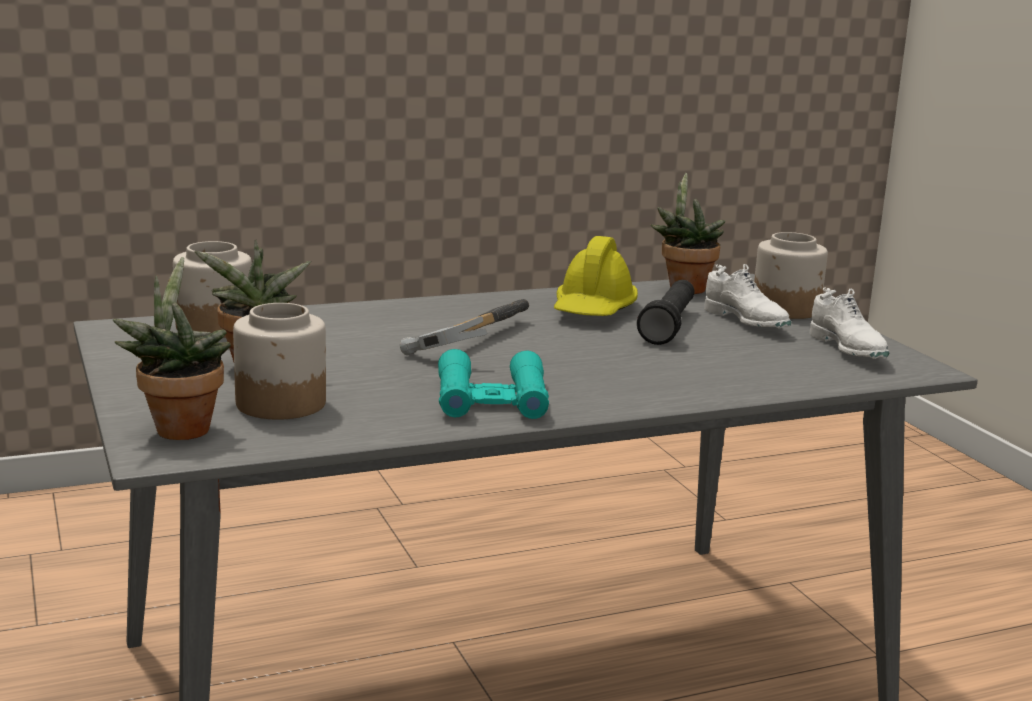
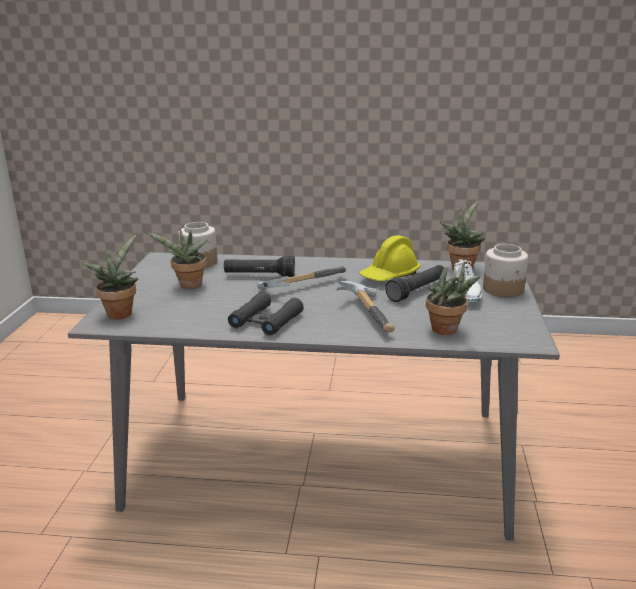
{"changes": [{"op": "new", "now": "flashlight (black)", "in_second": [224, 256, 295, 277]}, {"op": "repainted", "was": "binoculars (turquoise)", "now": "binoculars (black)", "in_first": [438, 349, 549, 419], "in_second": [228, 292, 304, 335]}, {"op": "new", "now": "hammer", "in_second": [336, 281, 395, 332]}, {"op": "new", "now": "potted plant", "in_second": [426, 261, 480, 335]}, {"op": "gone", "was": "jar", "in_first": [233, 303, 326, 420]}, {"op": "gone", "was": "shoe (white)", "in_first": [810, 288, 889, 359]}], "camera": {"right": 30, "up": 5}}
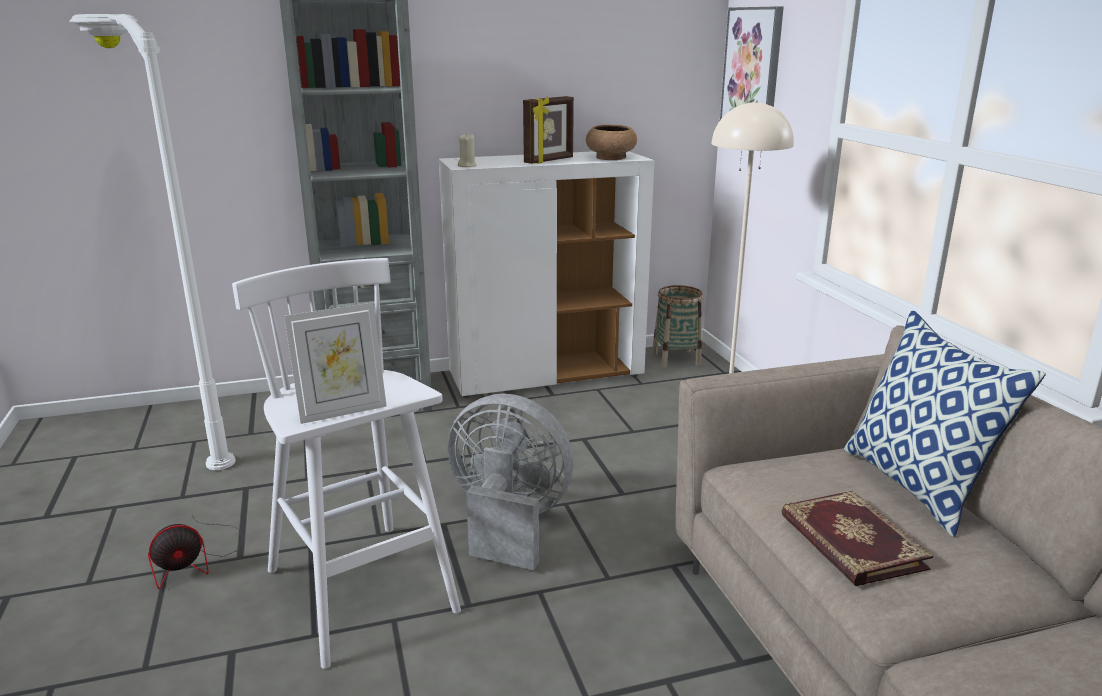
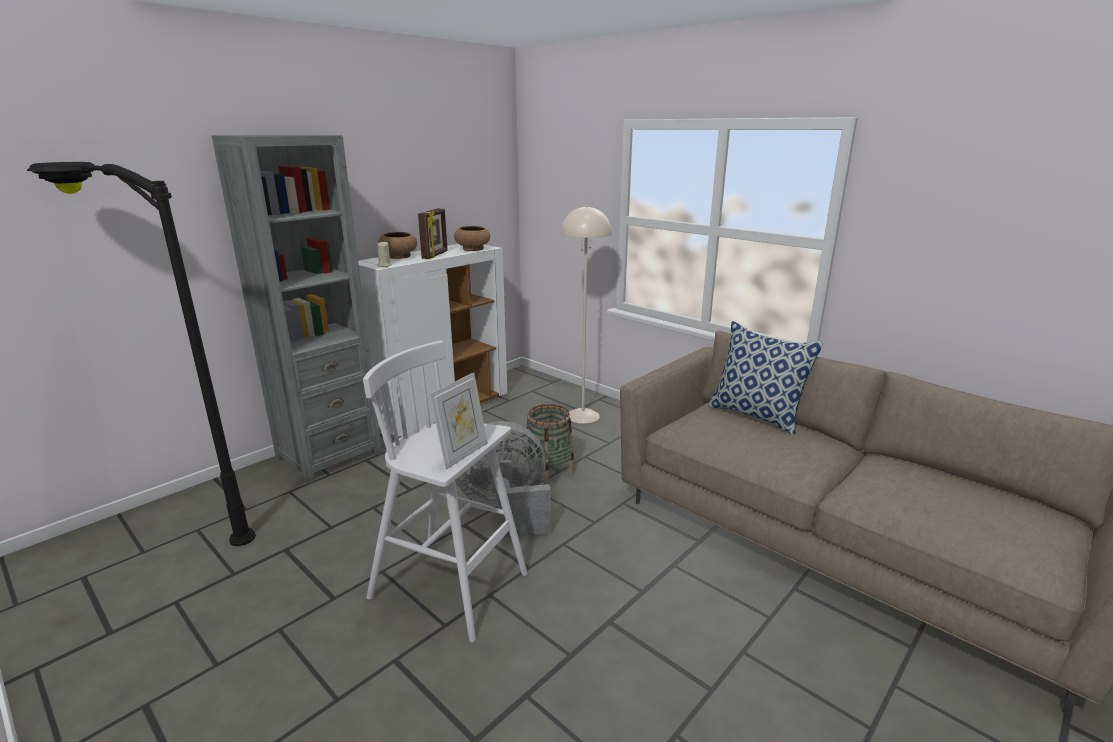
{"changes": [{"op": "repainted", "was": "floor lamp (white)", "now": "floor lamp (black)", "in_first": [69, 14, 236, 470], "in_second": [27, 162, 256, 546]}, {"op": "new", "now": "bowl (brown)", "in_second": [378, 232, 417, 259]}, {"op": "shifted", "was": "basket", "in_first": [652, 285, 703, 368], "in_second": [524, 404, 575, 485]}, {"op": "gone", "was": "fan", "in_first": [148, 515, 245, 589]}, {"op": "gone", "was": "picture", "in_first": [720, 6, 784, 120]}, {"op": "gone", "was": "book", "in_first": [781, 491, 933, 586]}], "camera": {"right": -30, "up": 0}}
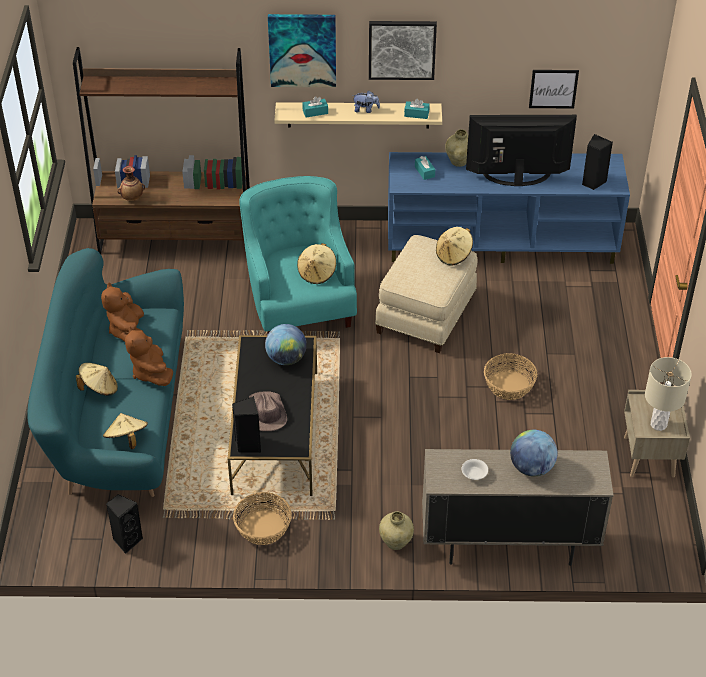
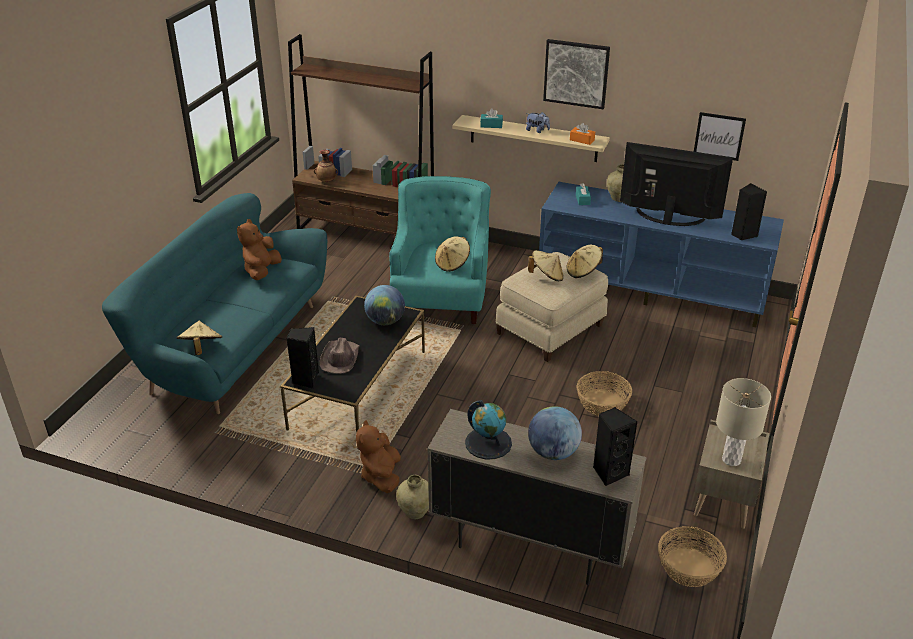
{"changes": [{"op": "shifted", "was": "plush toy (brown)", "in_first": [125, 327, 173, 386], "in_second": [356, 420, 401, 493]}, {"op": "swapped", "was": "bowl (white)", "now": "globe", "in_first": [462, 459, 488, 480], "in_second": [465, 400, 512, 460]}, {"op": "shifted", "was": "hat (beige)", "in_first": [76, 363, 118, 396], "in_second": [528, 250, 564, 281]}, {"op": "repainted", "was": "tissue box (turquoise)", "now": "tissue box (orange)", "in_first": [404, 98, 429, 119], "in_second": [570, 123, 595, 145]}, {"op": "shifted", "was": "speaker (black)", "in_first": [106, 494, 143, 554], "in_second": [593, 407, 638, 486]}, {"op": "shifted", "was": "basket", "in_first": [233, 492, 292, 545], "in_second": [658, 526, 727, 587]}, {"op": "gone", "was": "picture", "in_first": [268, 14, 336, 87]}], "camera": {"right": 20, "up": -10}}
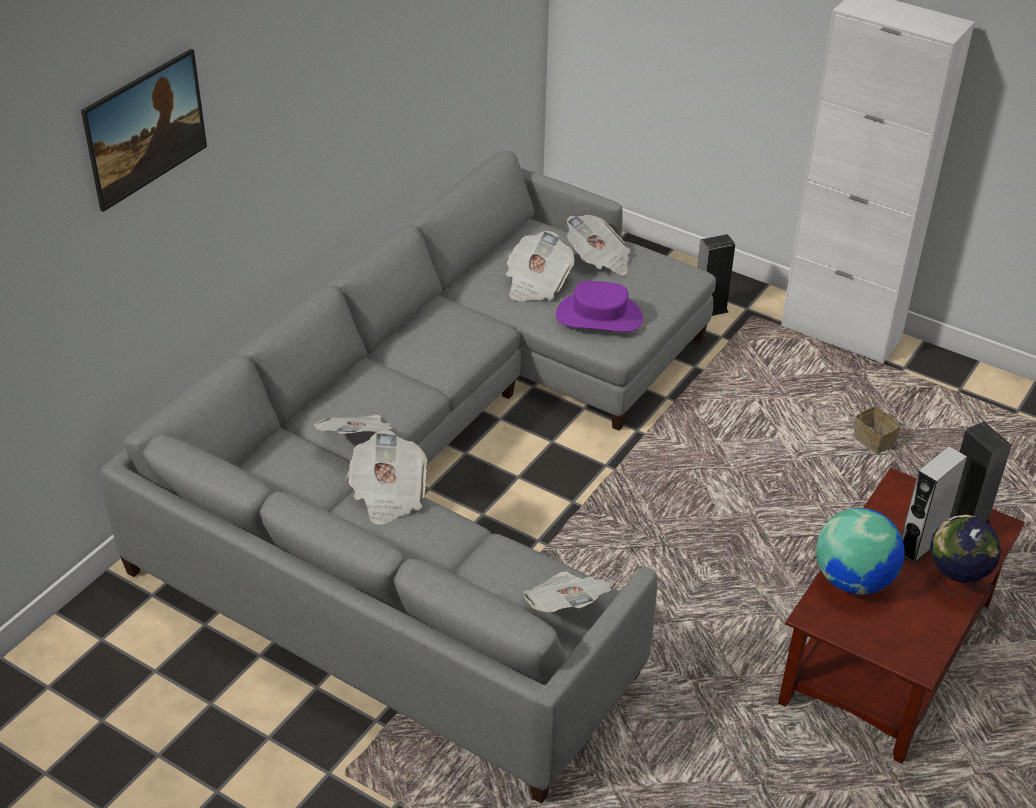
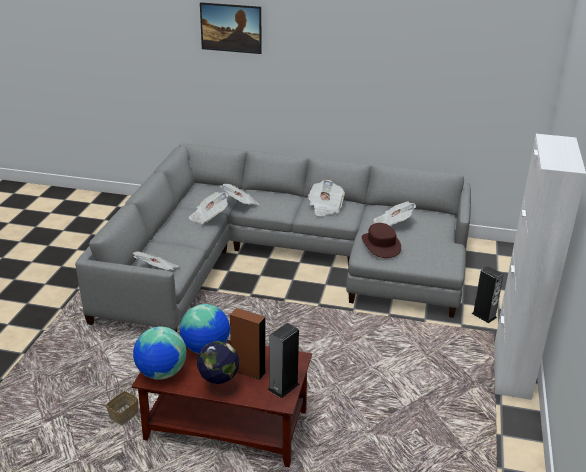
{"changes": [{"op": "shifted", "was": "basket", "in_first": [853, 382, 902, 454], "in_second": [106, 373, 138, 425]}, {"op": "new", "now": "globe", "in_second": [133, 326, 186, 380]}, {"op": "repainted", "was": "speaker (grey)", "now": "speaker (brown)", "in_first": [902, 446, 967, 563], "in_second": [230, 308, 266, 380]}, {"op": "shifted", "was": "newspaper", "in_first": [567, 215, 631, 276], "in_second": [308, 180, 345, 216]}, {"op": "repainted", "was": "hat (purple)", "now": "hat (brown)", "in_first": [556, 281, 643, 332], "in_second": [362, 223, 401, 258]}], "camera": {"right": 70, "up": -10}}
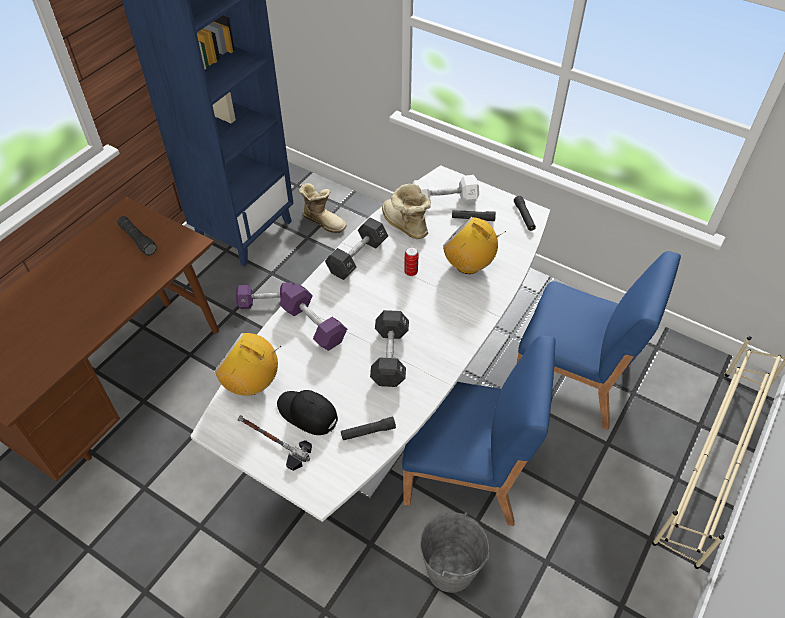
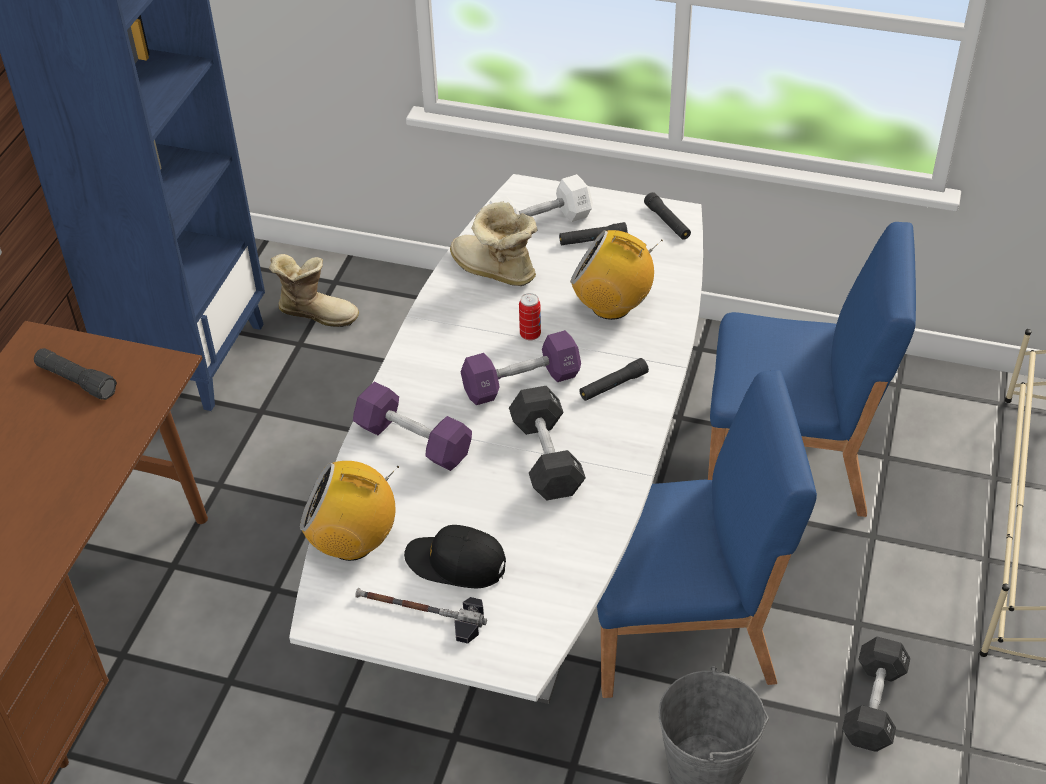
{"changes": [{"op": "shifted", "was": "dumbbell (purple)", "in_first": [236, 282, 294, 309], "in_second": [461, 330, 581, 405]}, {"op": "shifted", "was": "flashlight (black)", "in_first": [341, 417, 396, 440], "in_second": [579, 358, 649, 401]}, {"op": "shifted", "was": "dumbbell (black)", "in_first": [325, 218, 388, 280], "in_second": [842, 637, 910, 752]}], "camera": {"right": -15, "up": -5}}
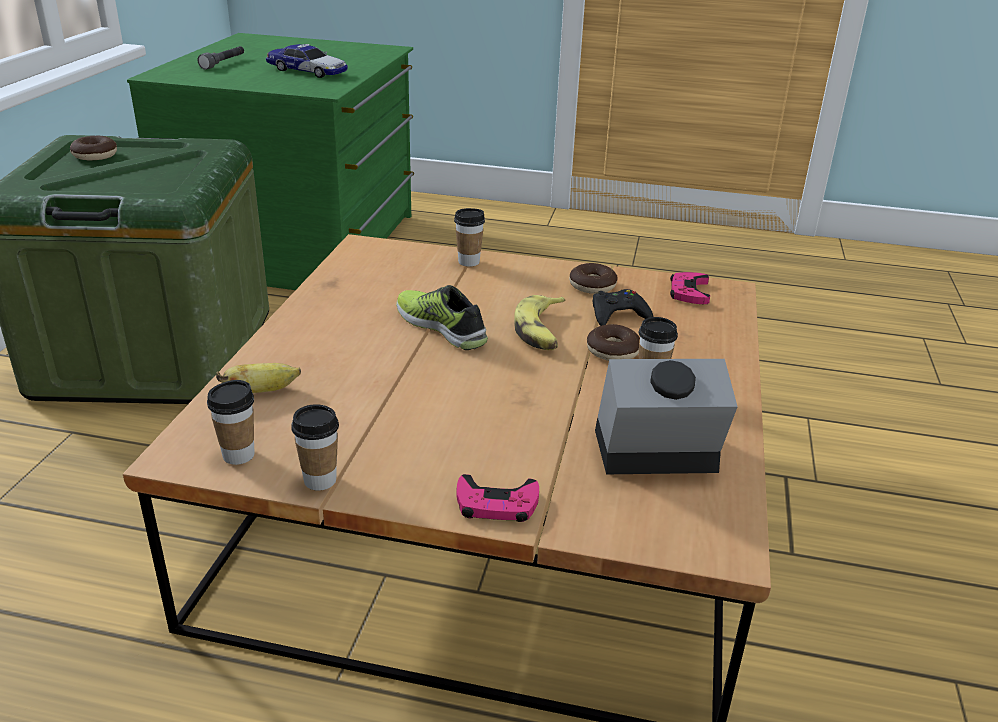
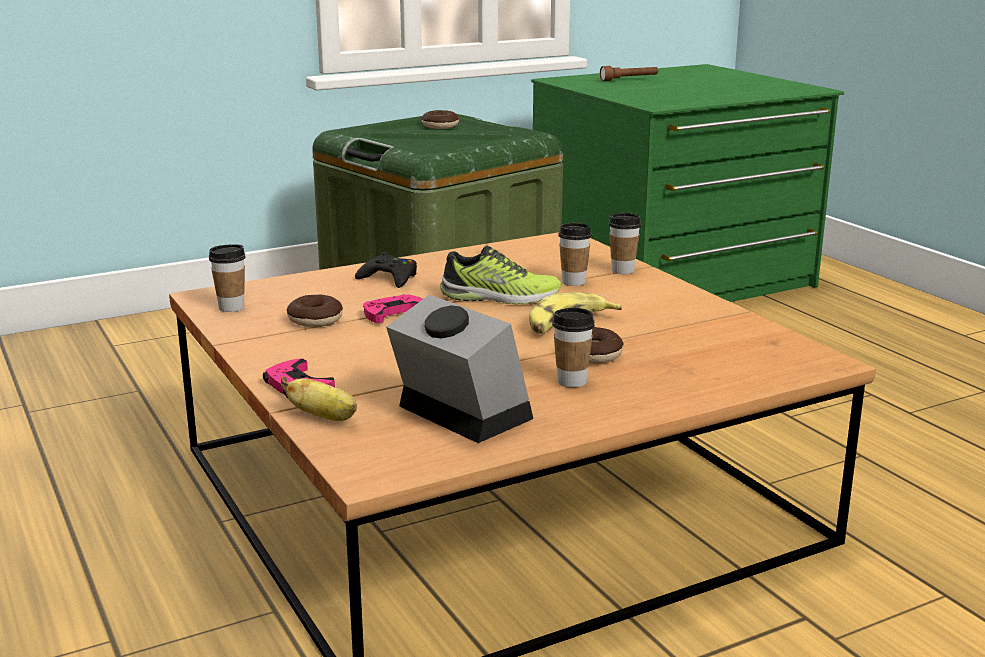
{"changes": [{"op": "shifted", "was": "banana", "in_first": [216, 363, 301, 393], "in_second": [281, 376, 357, 421]}, {"op": "shifted", "was": "donut", "in_first": [569, 263, 618, 294], "in_second": [287, 294, 343, 327]}, {"op": "shifted", "was": "game controller (black)", "in_first": [593, 289, 653, 326], "in_second": [355, 252, 417, 288]}, {"op": "shifted", "was": "game controller (pink)", "in_first": [670, 272, 710, 304], "in_second": [363, 294, 423, 323]}, {"op": "rotated", "was": "shoe", "in_first": [396, 285, 488, 350], "in_second": [440, 246, 561, 304], "clockwise": 90}, {"op": "shifted", "was": "cup", "in_first": [291, 404, 339, 491], "in_second": [558, 223, 592, 286]}, {"op": "repainted", "was": "flashlight (grey)", "now": "flashlight (brown)", "in_first": [198, 46, 244, 70], "in_second": [600, 66, 658, 81]}, {"op": "gone", "was": "toy car", "in_first": [266, 44, 348, 78]}], "camera": {"right": 50, "up": -10}}
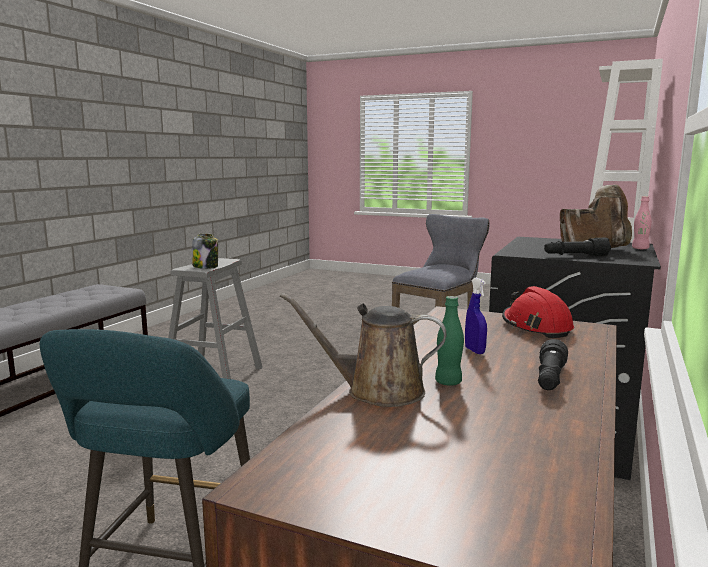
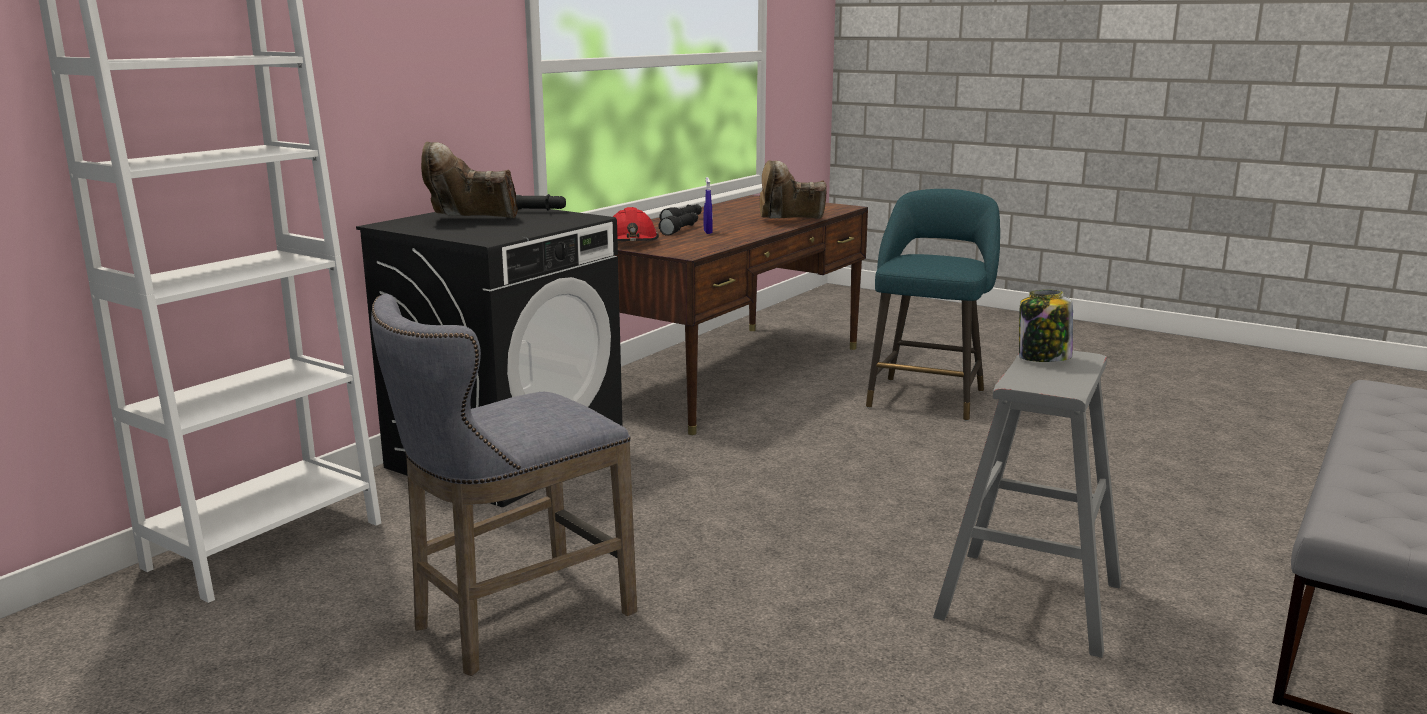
{"changes": [{"op": "new", "now": "flashlight (black)", "in_second": [658, 212, 698, 236]}, {"op": "swapped", "was": "watering can (brown)", "now": "boot (brown)", "in_first": [280, 293, 447, 407], "in_second": [760, 160, 827, 219]}, {"op": "gone", "was": "bottle (green)", "in_first": [435, 296, 464, 386]}, {"op": "gone", "was": "bottle (pink)", "in_first": [632, 196, 652, 249]}], "camera": {"right": -170, "up": 5}}
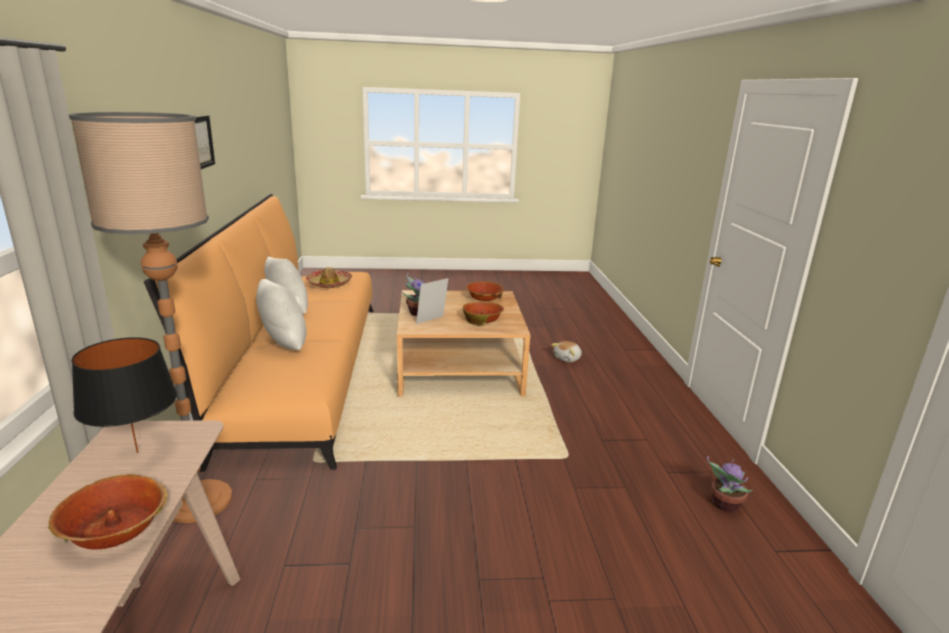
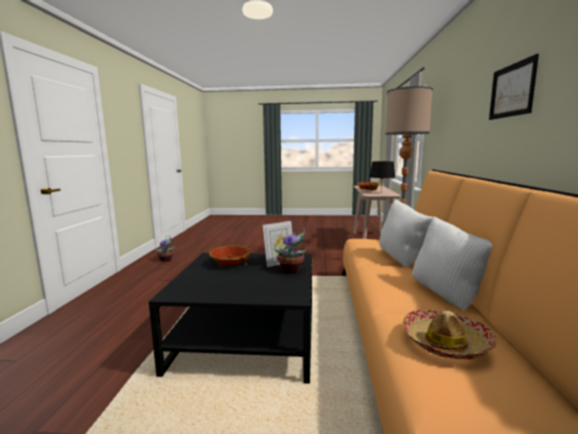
{"changes": [{"op": "repainted", "was": "coffee table (beige)", "now": "coffee table (black)", "in_first": [397, 290, 531, 397], "in_second": [149, 253, 312, 384]}, {"op": "gone", "was": "bowl", "in_first": [466, 281, 504, 301]}, {"op": "gone", "was": "plush toy", "in_first": [551, 341, 582, 362]}], "camera": {"right": -170, "up": -10}}
